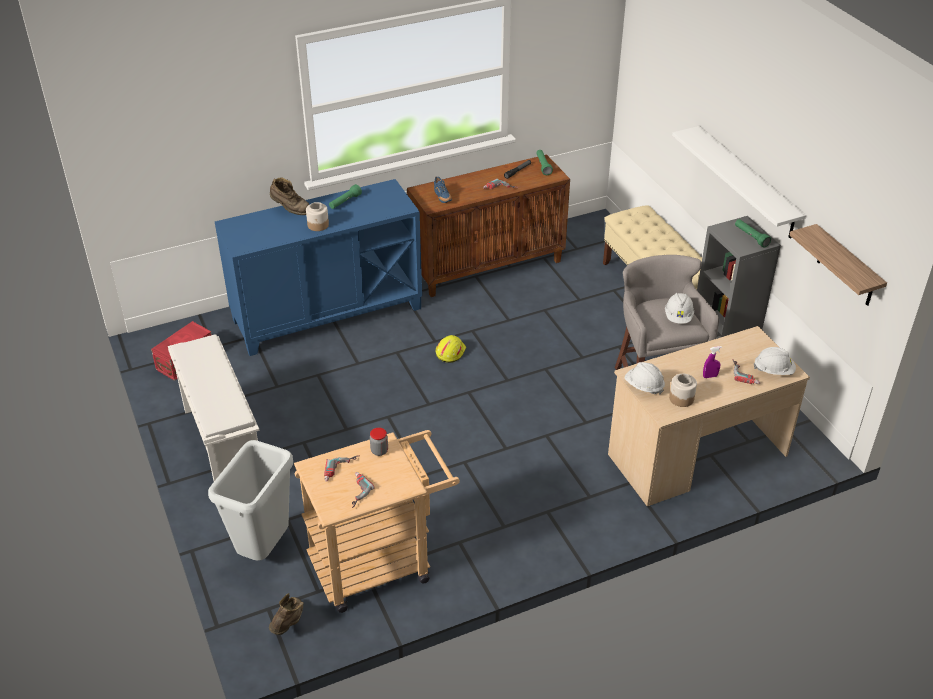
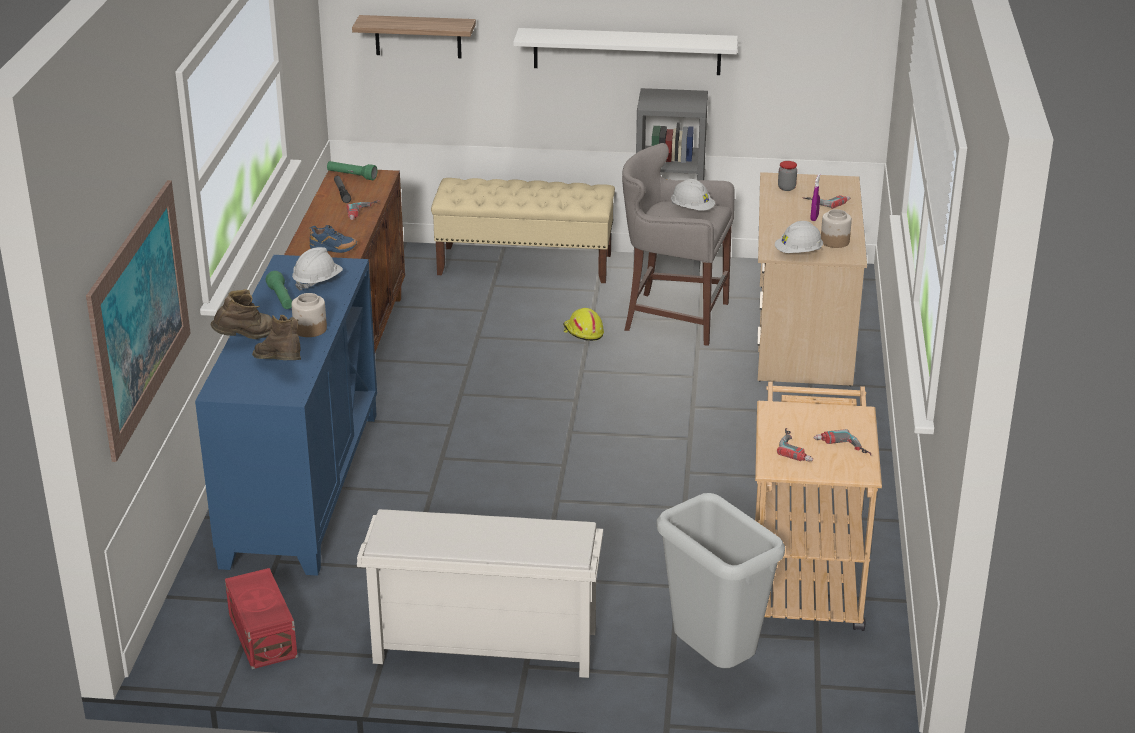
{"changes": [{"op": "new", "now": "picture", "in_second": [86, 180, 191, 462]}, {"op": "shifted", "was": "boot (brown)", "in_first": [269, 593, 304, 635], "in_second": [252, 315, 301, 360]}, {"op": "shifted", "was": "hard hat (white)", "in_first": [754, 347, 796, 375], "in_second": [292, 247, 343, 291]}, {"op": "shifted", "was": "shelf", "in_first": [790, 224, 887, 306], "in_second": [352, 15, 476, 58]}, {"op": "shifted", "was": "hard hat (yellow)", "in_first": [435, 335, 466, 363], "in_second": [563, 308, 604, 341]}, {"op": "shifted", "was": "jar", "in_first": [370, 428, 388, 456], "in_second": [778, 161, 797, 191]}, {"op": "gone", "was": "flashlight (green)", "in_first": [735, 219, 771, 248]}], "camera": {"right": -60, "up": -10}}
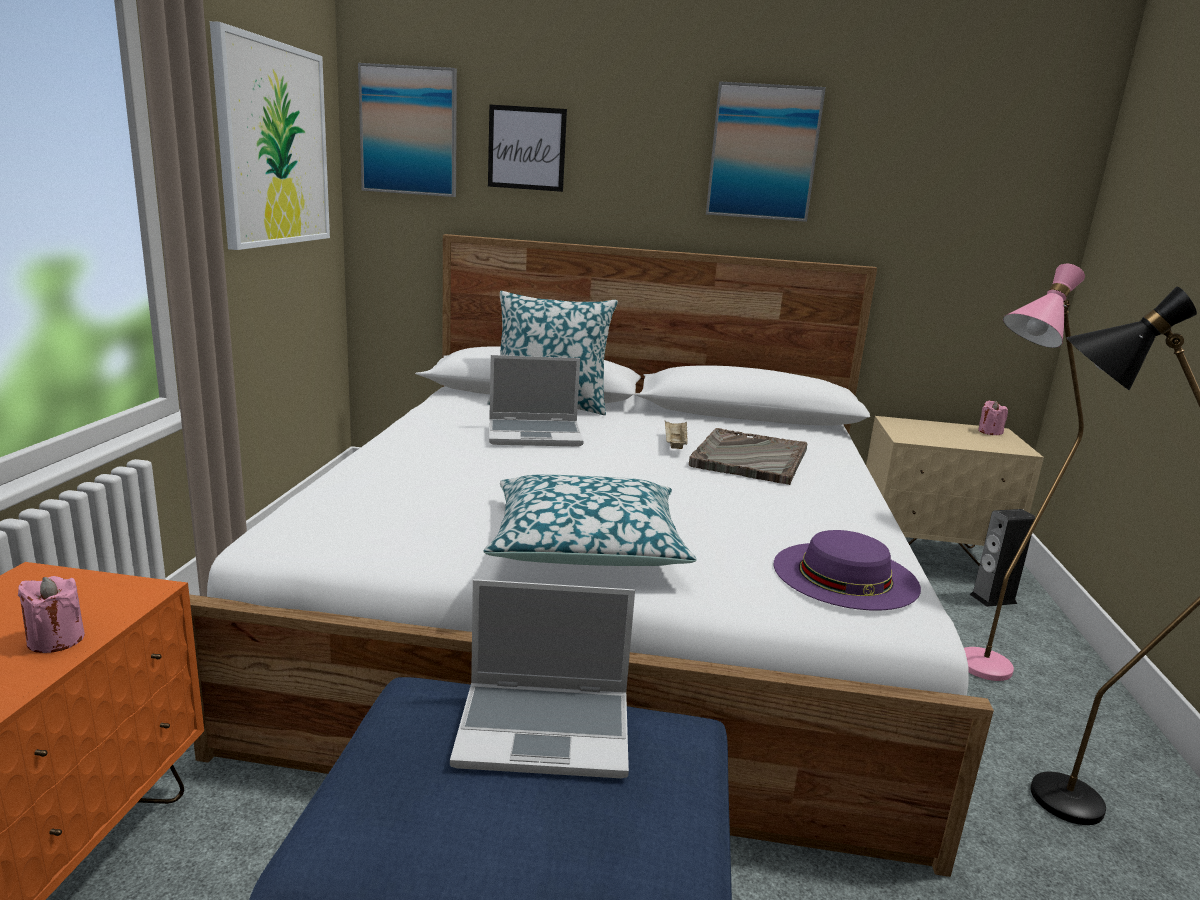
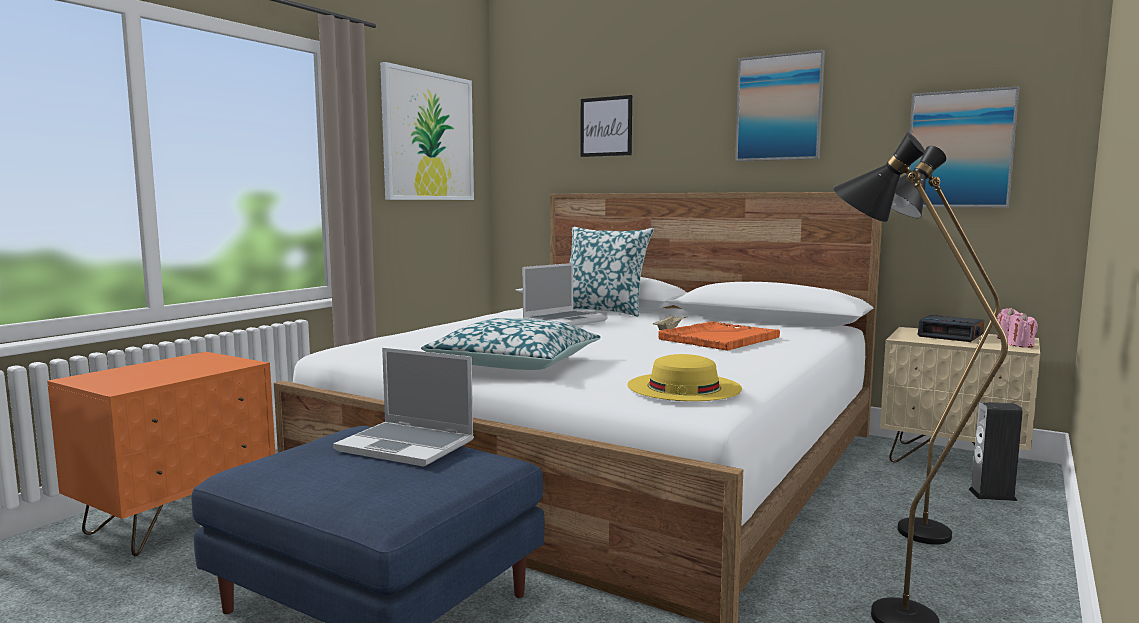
{"changes": [{"op": "rotated", "was": "laptop", "in_first": [489, 355, 583, 447], "in_second": [522, 263, 607, 326], "clockwise": -60}, {"op": "repainted", "was": "hat (purple)", "now": "hat (yellow)", "in_first": [774, 530, 921, 610], "in_second": [627, 354, 742, 401]}, {"op": "repainted", "was": "tray (grey)", "now": "tray (orange)", "in_first": [689, 428, 807, 485], "in_second": [658, 321, 780, 351]}, {"op": "repainted", "was": "floor lamp (pink)", "now": "floor lamp (black)", "in_first": [964, 264, 1085, 681], "in_second": [891, 146, 1000, 545]}, {"op": "shifted", "was": "picture", "in_first": [358, 63, 457, 197], "in_second": [910, 86, 1019, 208]}, {"op": "new", "now": "alarm clock", "in_second": [918, 315, 984, 342]}, {"op": "shifted", "was": "candle (pink)", "in_first": [18, 576, 85, 653], "in_second": [1007, 313, 1038, 348]}], "camera": {"right": 25, "up": -10}}
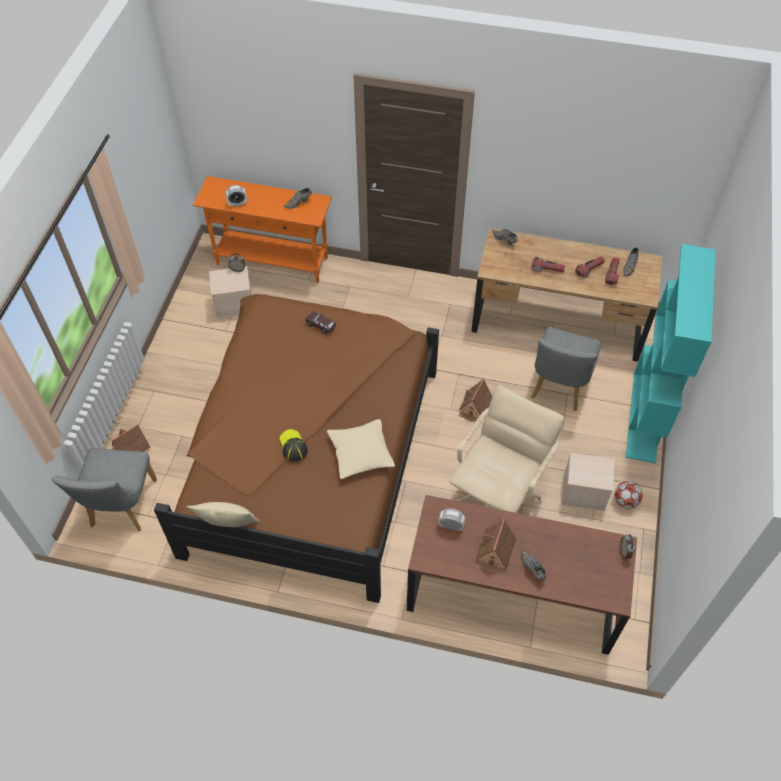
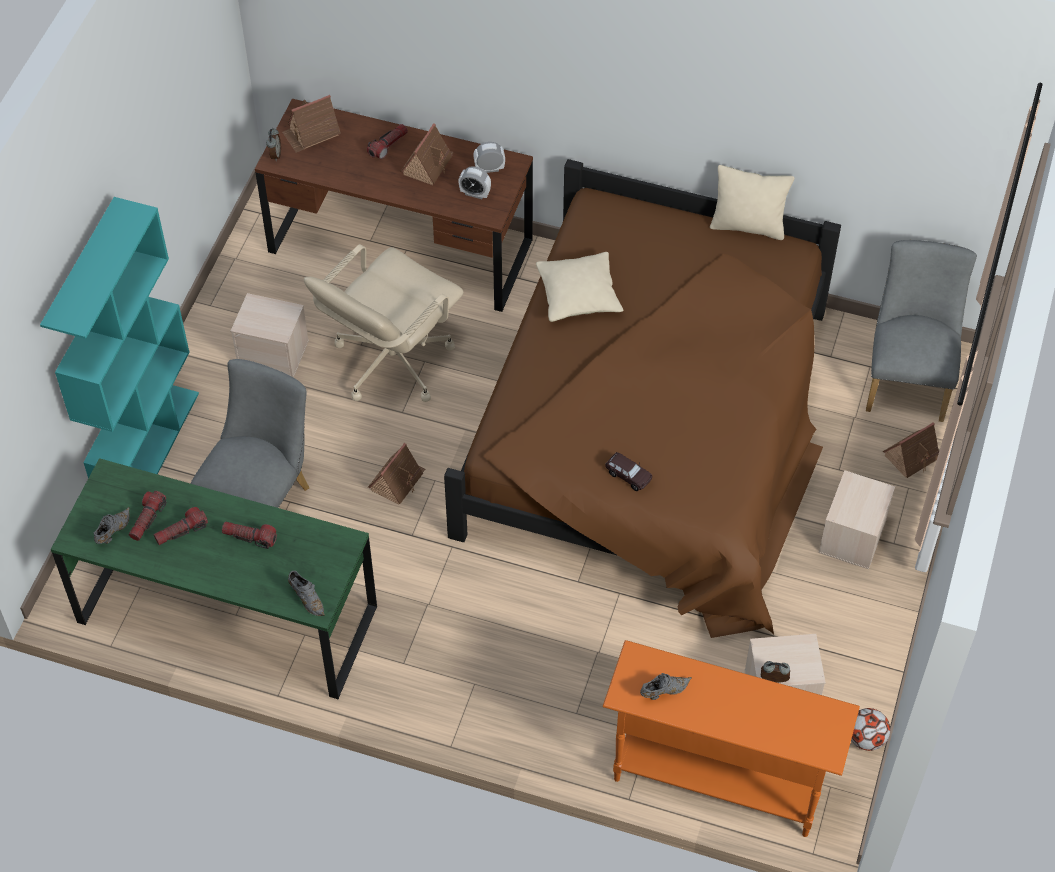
{"changes": [{"op": "repainted", "was": "desk (brown)", "now": "desk (green)", "in_first": [471, 228, 662, 362], "in_second": [51, 458, 377, 699]}, {"op": "new", "now": "toy house", "in_second": [282, 95, 341, 153]}, {"op": "swapped", "was": "shoe (grey)", "now": "flashlight", "in_first": [522, 549, 546, 581], "in_second": [367, 124, 408, 159]}, {"op": "shifted", "was": "alarm clock", "in_first": [226, 185, 247, 207], "in_second": [473, 142, 505, 173]}, {"op": "new", "now": "storage box (beige)", "in_second": [819, 470, 895, 569]}, {"op": "shifted", "was": "football", "in_first": [614, 481, 643, 509], "in_second": [851, 708, 890, 751]}, {"op": "gone", "was": "cap", "in_first": [279, 429, 308, 462]}], "camera": {"right": -175, "up": 0}}
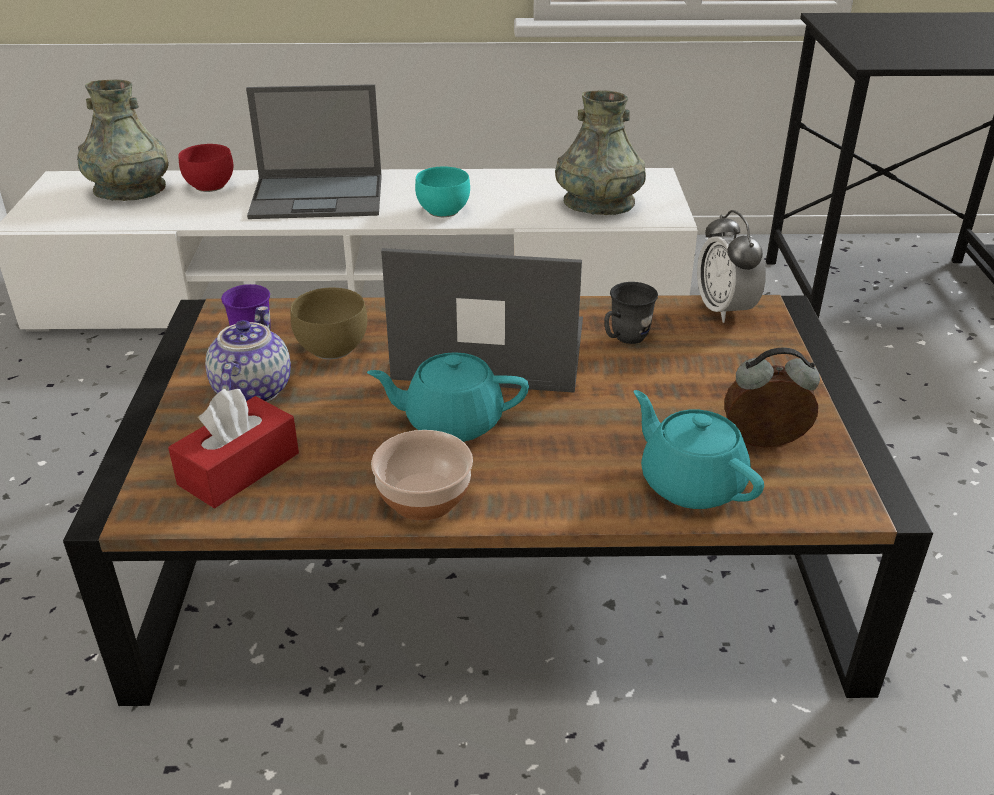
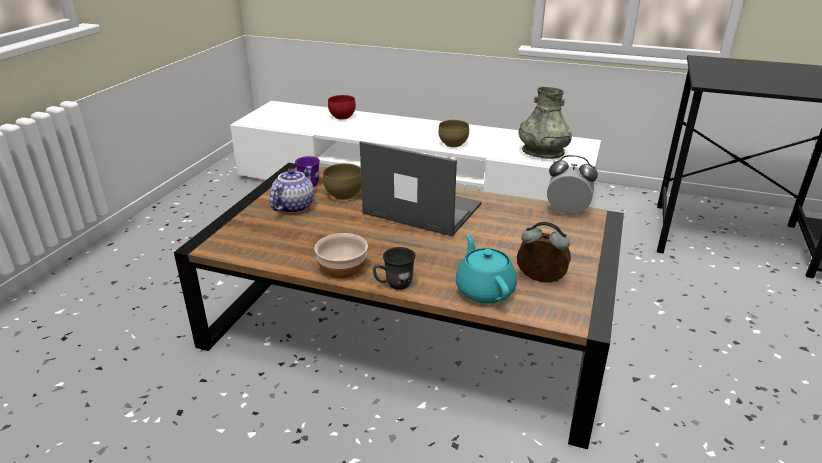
{"changes": [{"op": "shifted", "was": "mug (grey)", "in_first": [604, 282, 658, 344], "in_second": [373, 247, 415, 290]}, {"op": "repainted", "was": "bowl (turquoise)", "now": "bowl (brown)", "in_first": [415, 167, 470, 217], "in_second": [439, 120, 469, 147]}, {"op": "rotated", "was": "alarm clock", "in_first": [697, 210, 766, 323], "in_second": [547, 155, 598, 215], "clockwise": 105}, {"op": "gone", "was": "vase (grey)", "in_first": [77, 80, 169, 201]}, {"op": "gone", "was": "tissue box (red)", "in_first": [168, 388, 299, 508]}, {"op": "gone", "was": "laptop", "in_first": [246, 84, 382, 219]}, {"op": "gone", "was": "teapot (turquoise)", "in_first": [367, 352, 529, 442]}], "camera": {"right": 20, "up": -5}}
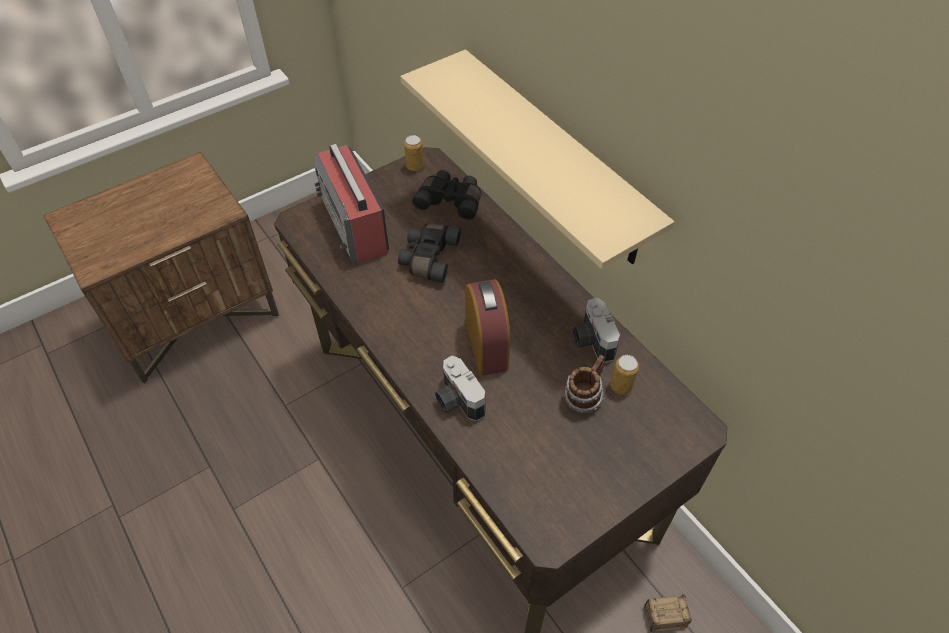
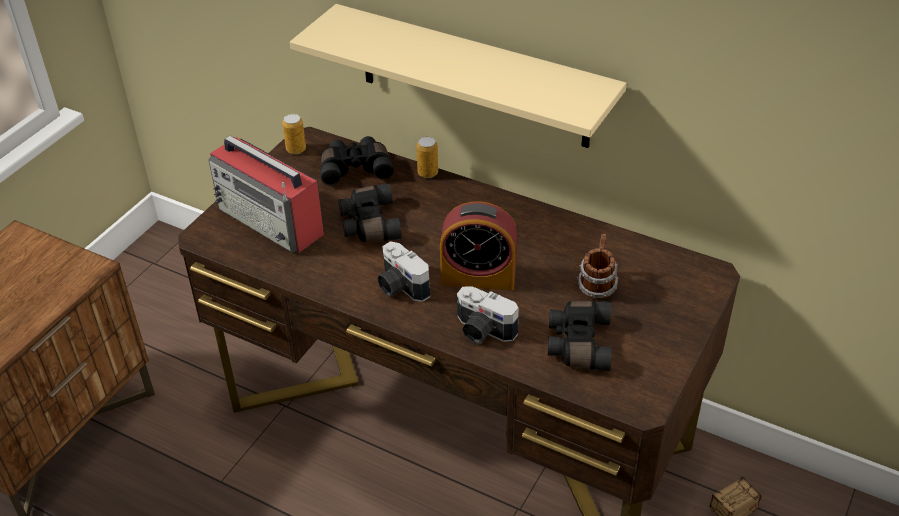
{"changes": [{"op": "shifted", "was": "photo camera", "in_first": [573, 298, 620, 363], "in_second": [377, 241, 430, 302]}, {"op": "shifted", "was": "can", "in_first": [610, 355, 639, 395], "in_second": [416, 137, 438, 178]}, {"op": "rotated", "was": "alarm clock", "in_first": [465, 279, 510, 376], "in_second": [440, 201, 517, 291], "clockwise": 135}, {"op": "new", "now": "binoculars (black)", "in_second": [548, 301, 612, 371]}], "camera": {"right": -25, "up": -10}}
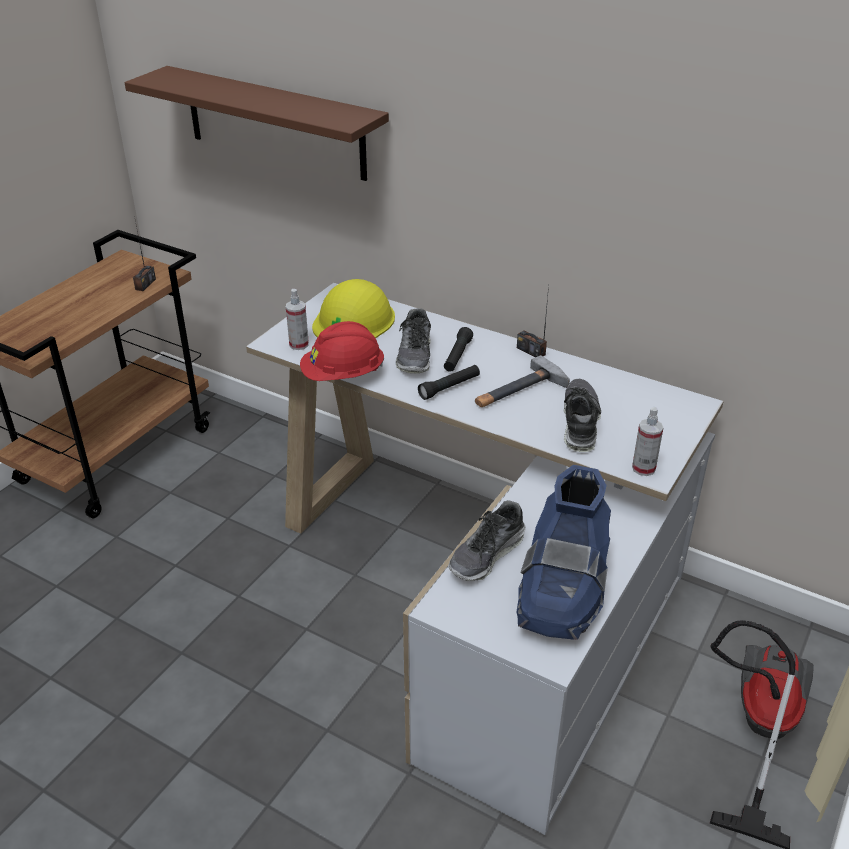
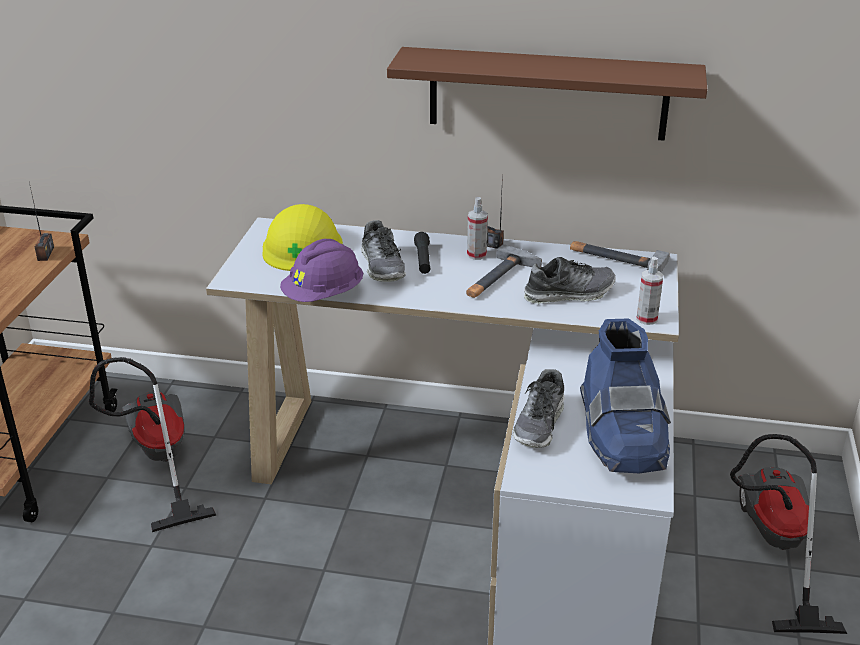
{"changes": [{"op": "new", "now": "vacuum cleaner", "in_second": [89, 357, 216, 532]}, {"op": "repainted", "was": "hard hat (red)", "now": "hard hat (purple)", "in_first": [300, 321, 384, 381], "in_second": [280, 239, 363, 302]}, {"op": "shifted", "was": "shelf (brown)", "in_first": [124, 66, 389, 181], "in_second": [387, 47, 707, 141]}, {"op": "shifted", "was": "spray bottle", "in_first": [286, 289, 309, 350], "in_second": [467, 197, 488, 260]}, {"op": "rotated", "was": "shoe", "in_first": [564, 379, 601, 452], "in_second": [524, 257, 616, 304], "clockwise": 90}, {"op": "new", "now": "hammer", "in_second": [570, 241, 669, 272]}, {"op": "gone", "was": "flashlight (black)", "in_first": [418, 365, 480, 400]}], "camera": {"right": -20, "up": -5}}
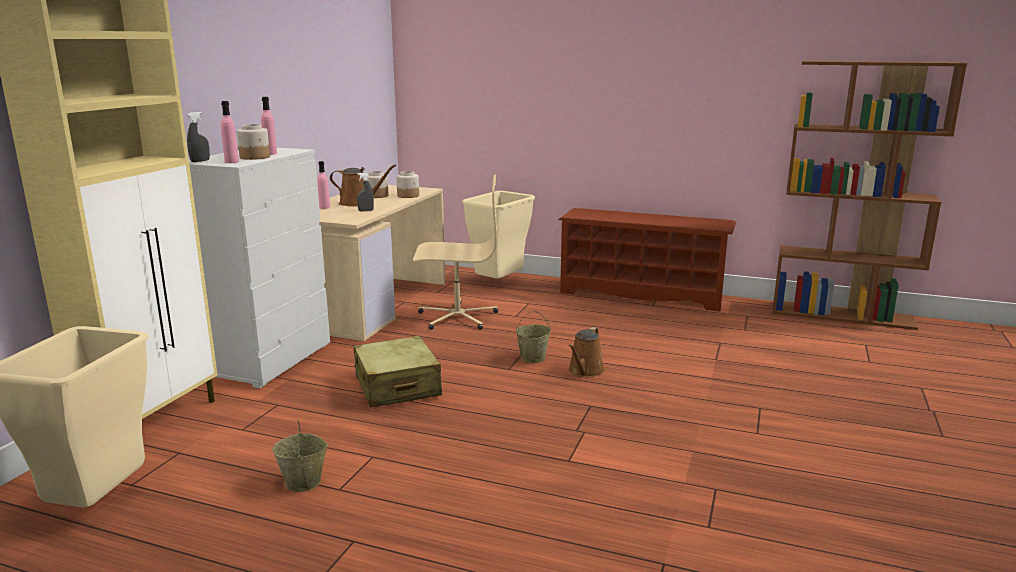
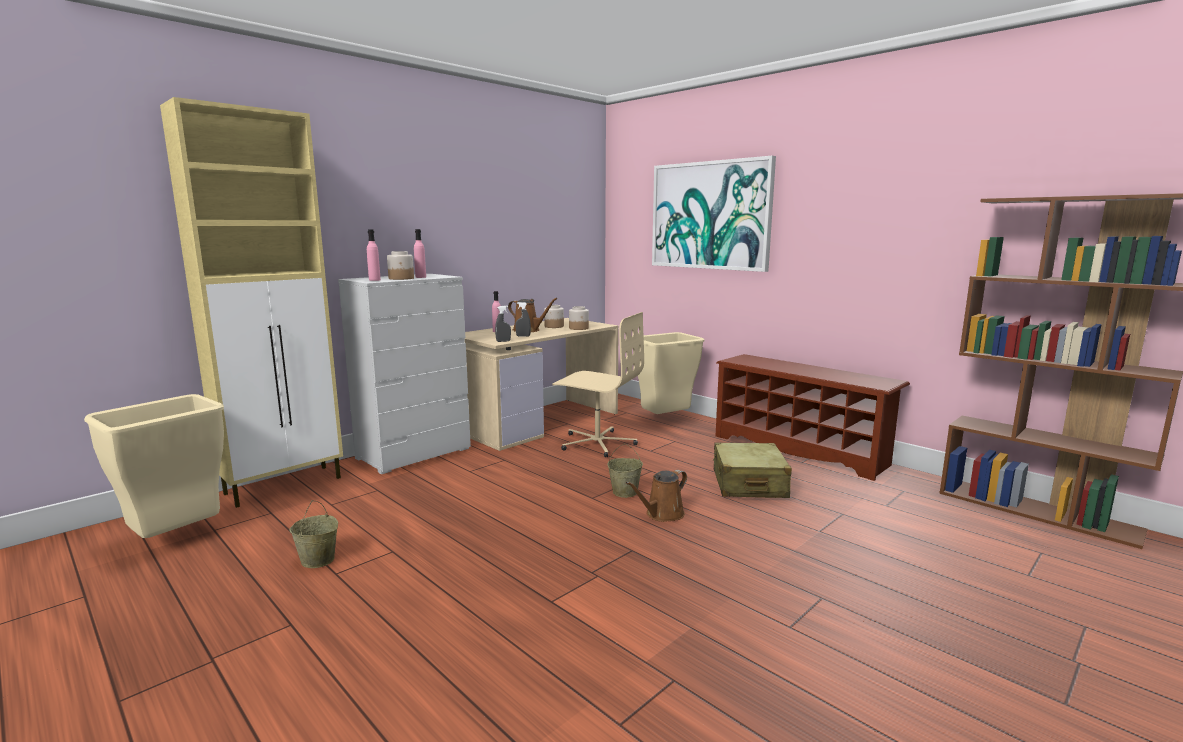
{"changes": [{"op": "shifted", "was": "spray bottle (grey)", "in_first": [187, 112, 210, 162], "in_second": [495, 306, 511, 342]}, {"op": "new", "now": "picture", "in_second": [652, 156, 776, 272]}, {"op": "shifted", "was": "suitcase (beige)", "in_first": [354, 336, 442, 408], "in_second": [713, 442, 792, 498]}], "camera": {"right": 25, "up": -5}}
